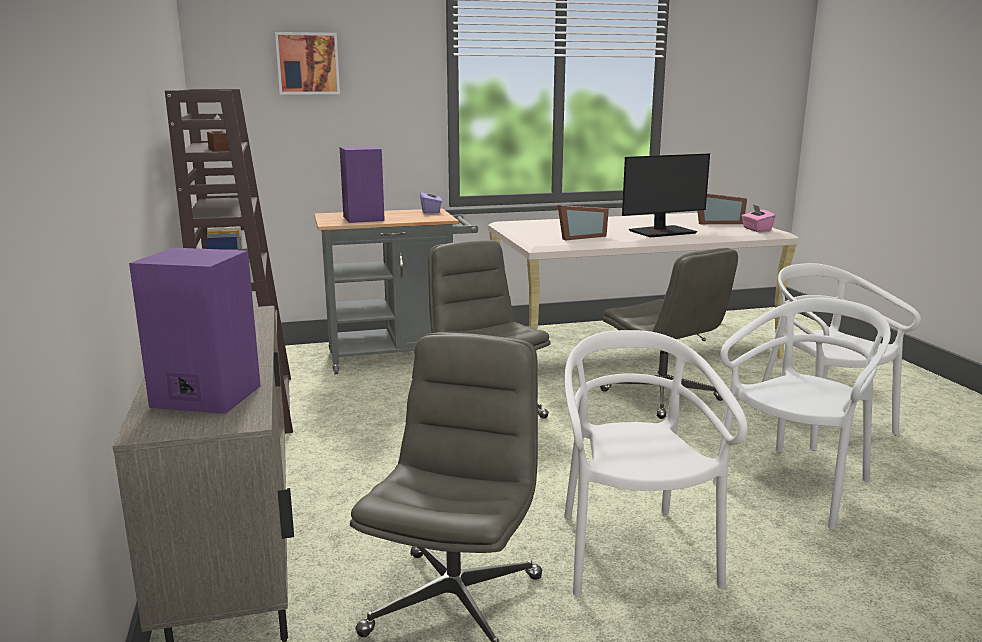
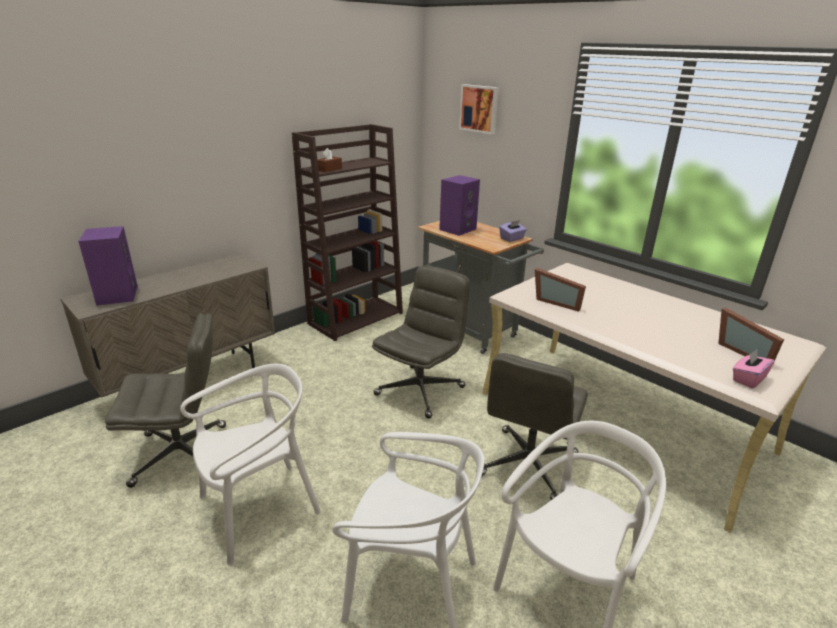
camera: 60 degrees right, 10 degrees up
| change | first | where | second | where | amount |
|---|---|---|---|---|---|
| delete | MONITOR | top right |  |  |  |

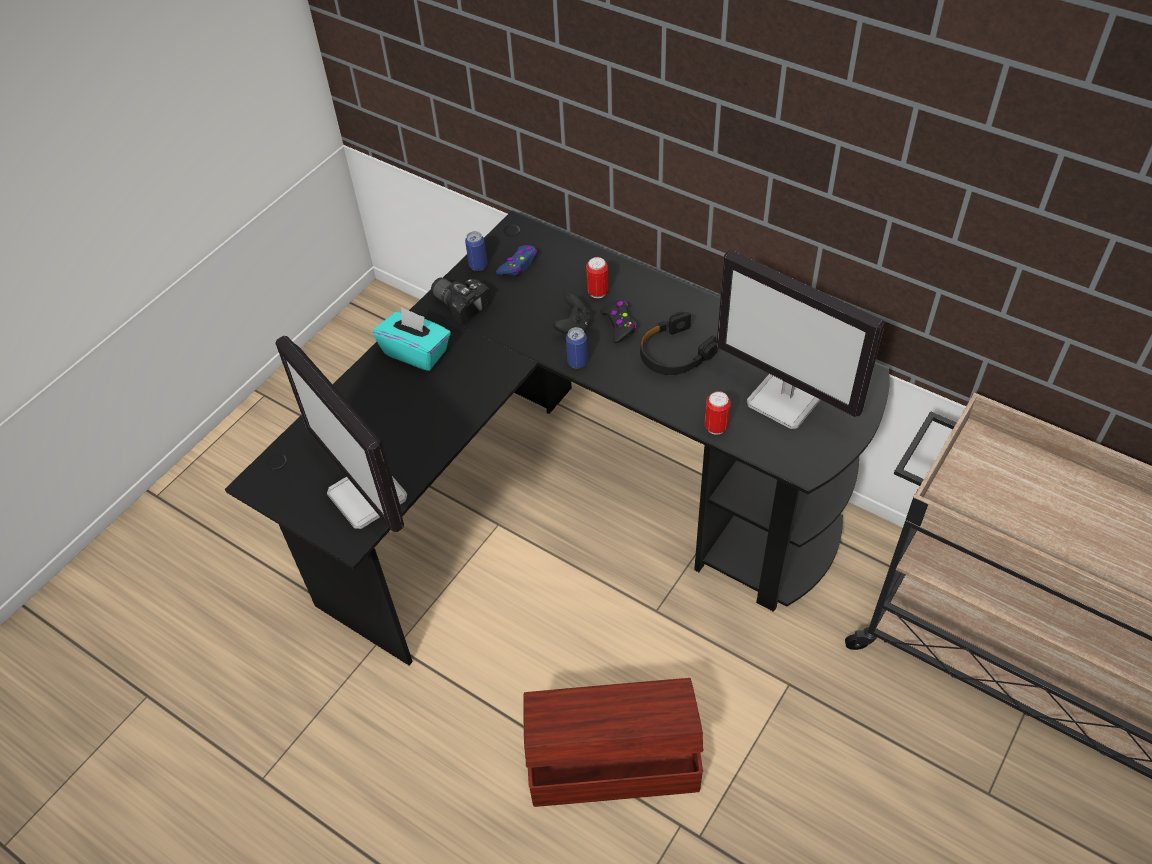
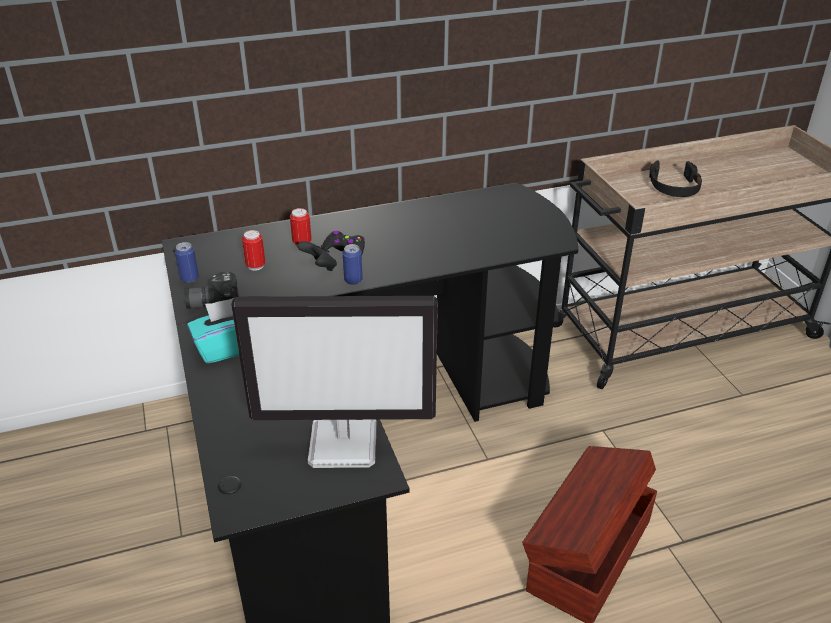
camera: 55 degrees left, 15 degrees down
| change | first | where | second | where | amount |
|---|---|---|---|---|---|
| delete | BLUE GAME CONTROLLER | top centre |  |  |  |
| delete | MONITOR (2nd from left) | middle right |  |  |  |
| move | BLACK HEADPHONES | centre |  | top right |  |
| move | CAN (4th from left in the first image) | centre | CAN (2nd from left) | middle left |  |

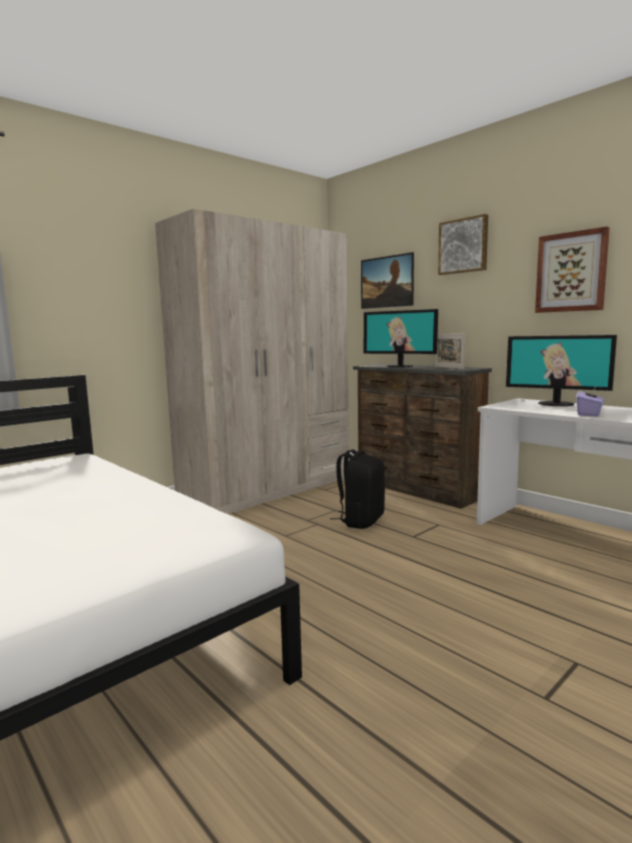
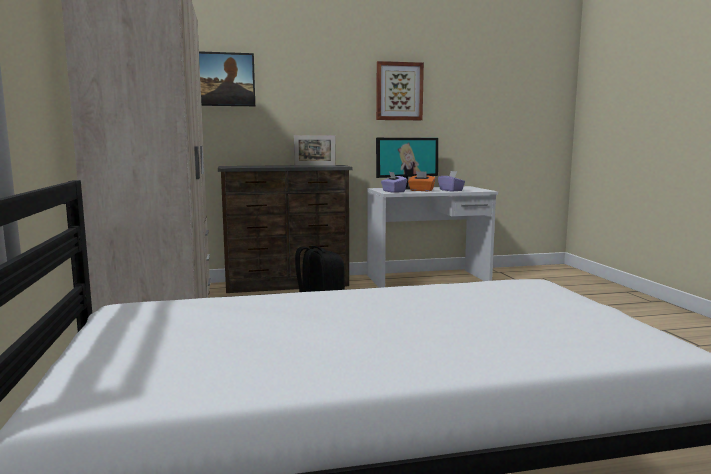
camera: 60 degrees left, 0 degrees up
| change | first | where | second | where | amount |
|---|---|---|---|---|---|
| delete | MONITOR (1st from left) | centre |  |  |  |
| delete | PICTURE (2nd from left) | top right |  |  |  |
| insert |  |  | PURPLE TISSUE BOX (1st from left) | centre |  |
| insert |  |  | ORANGE TISSUE BOX | centre |  |

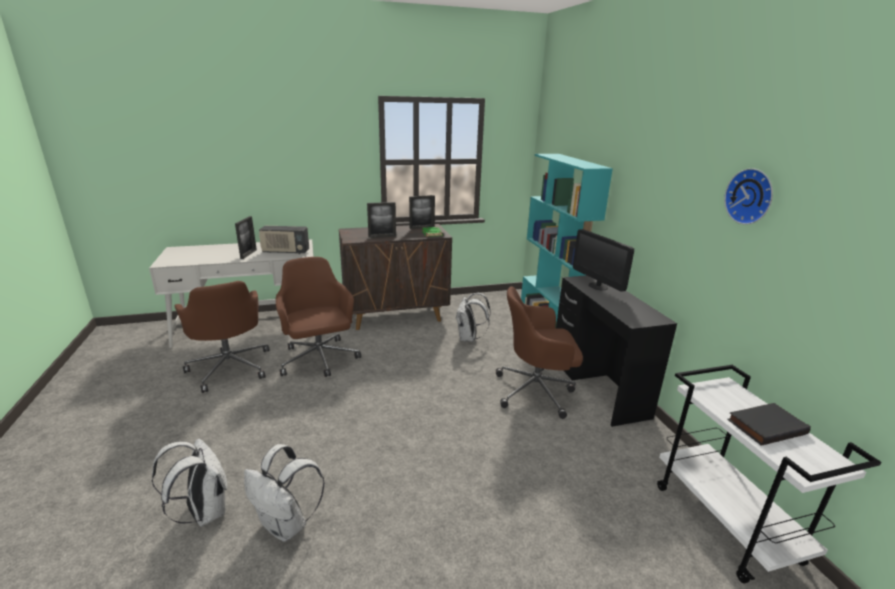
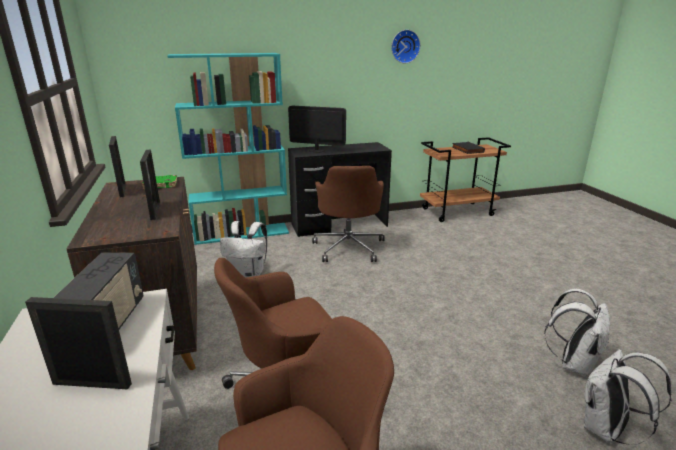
camera: 90 degrees left, 0 degrees up
| change | first | where | second | where | amount |
|---|---|---|---|---|---|
| recolor | WHITE CART | bottom right | BROWN CART | middle right |  |
| rotate | MONITOR | middle right |  | top centre | 135 degrees counterclockwise |

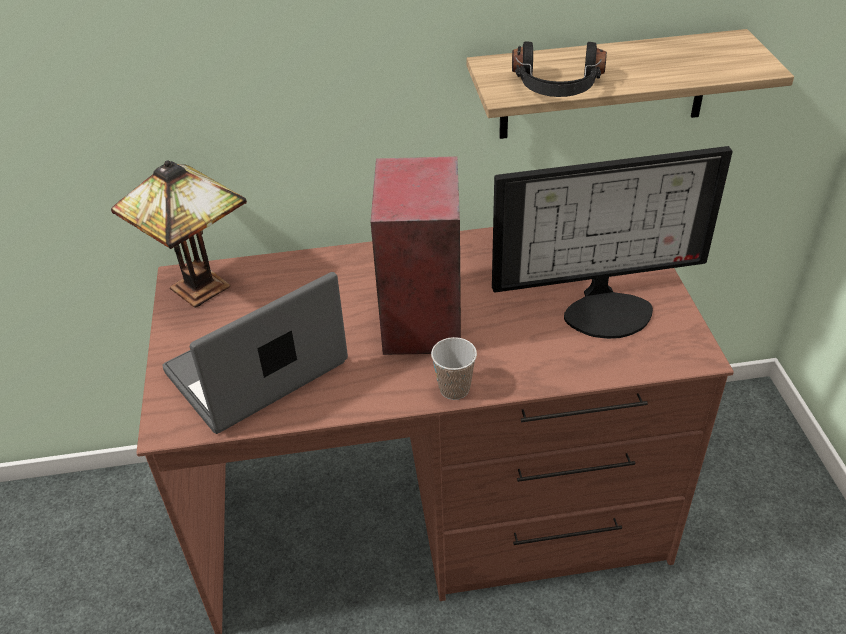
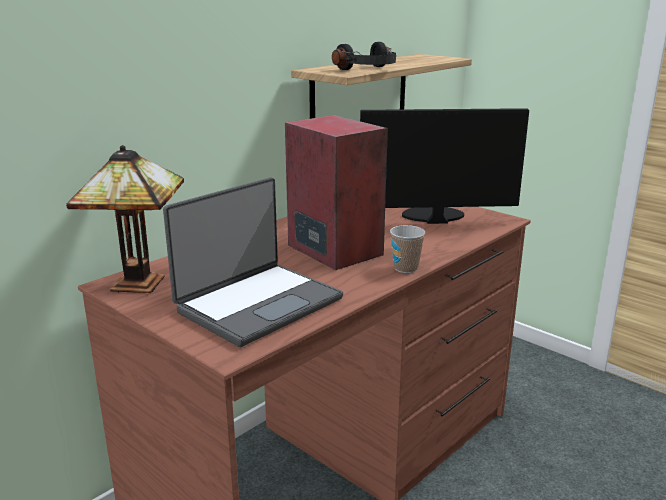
camera: 40 degrees left, 20 degrees down
| change | first | where | second | where | amount |
|---|---|---|---|---|---|
| rotate | LAPTOP | middle left |  | centre | 150 degrees counterclockwise |
| rotate | MONITOR | middle right |  | top right | 135 degrees counterclockwise |

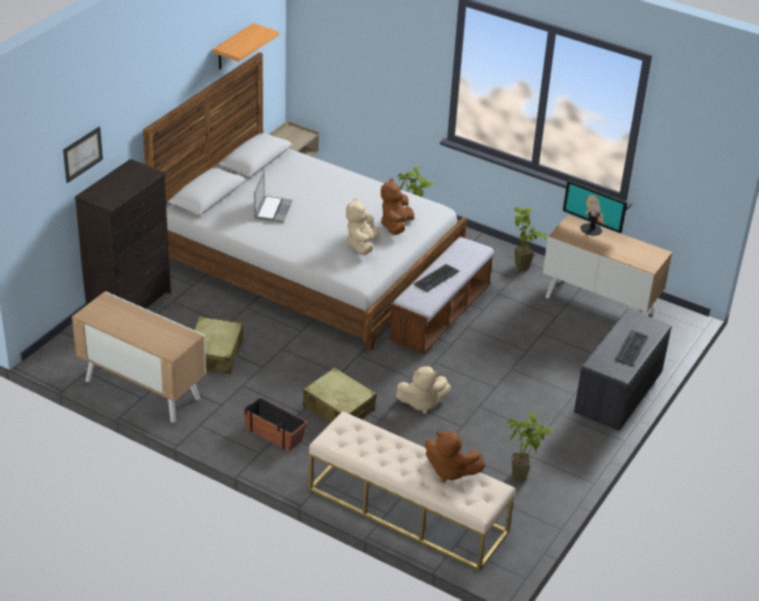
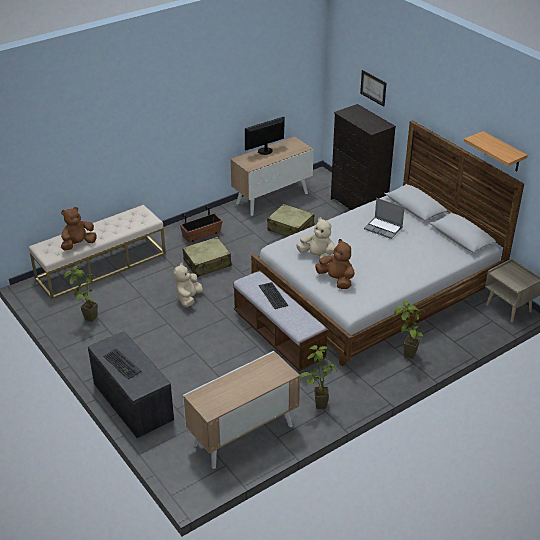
camera: 115 degrees right, 0 degrees up
| change | first | where | second | where | amount |
|---|---|---|---|---|---|
| move | MONITOR | middle right |  | top centre |  |

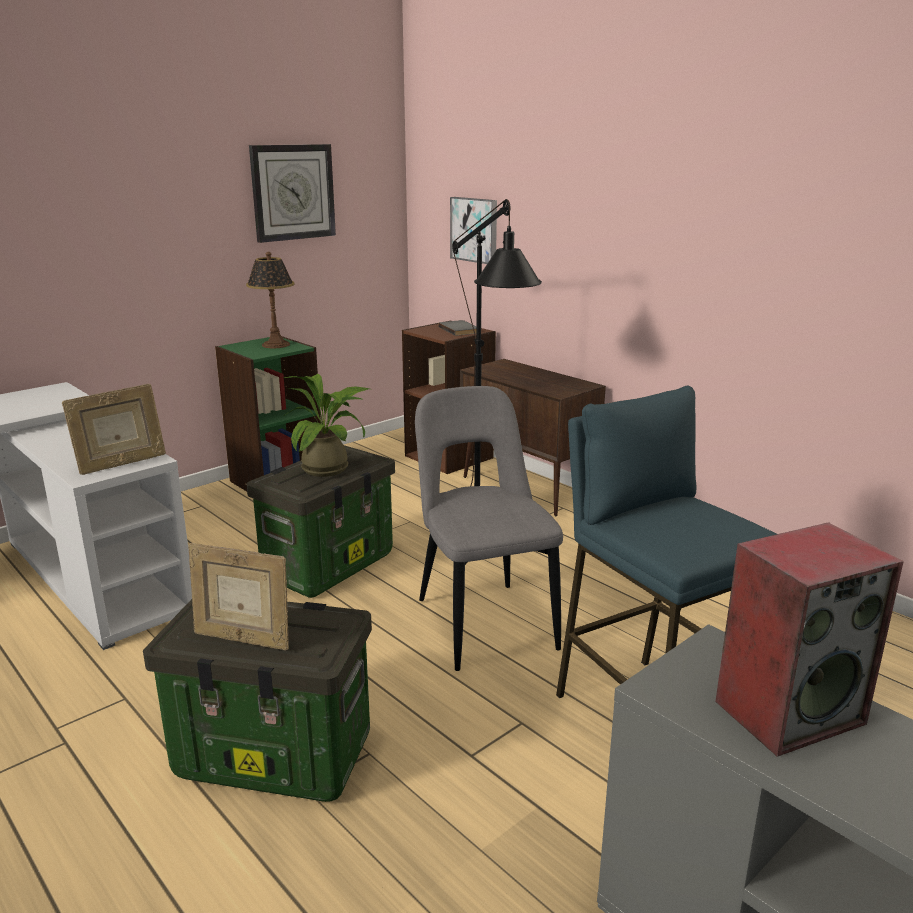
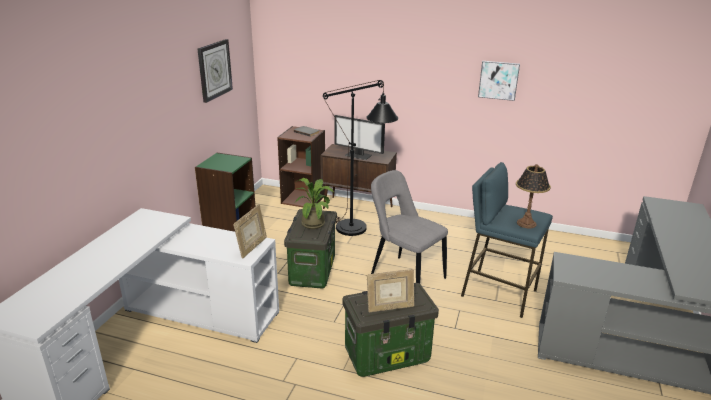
camera: 30 degrees left, 5 degrees up
| change | first | where | second | where | amount |
|---|---|---|---|---|---|
| delete | SPEAKER | bottom right |  |  |  |
| insert |  |  | MONITOR | centre |  |
| move | TABLE LAMP | top left |  | middle right |  |
| move | PICTURE | top centre |  | top right |  |

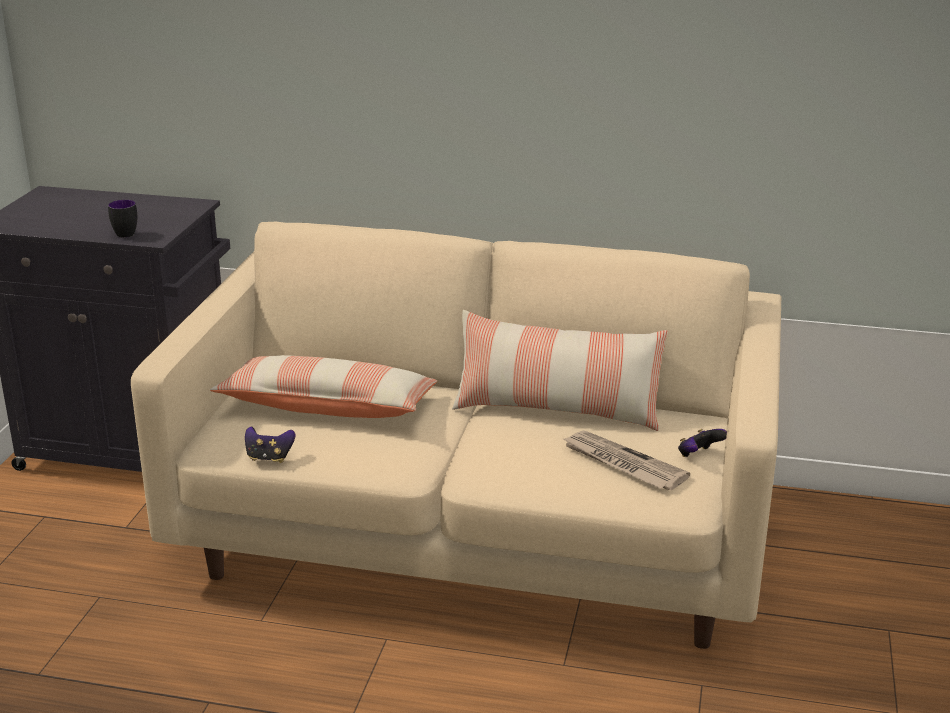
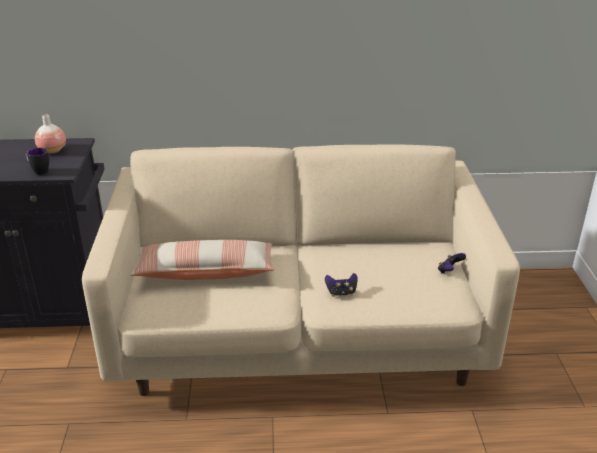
camera: 15 degrees left, 5 degrees up
| change | first | where | second | where | amount |
|---|---|---|---|---|---|
| delete | PILLOW (2nd from left) | centre |  |  |  |
| delete | NEWSPAPER | centre |  |  |  |
| insert |  |  | VASE | top left |  |
| move | GAME CONTROLLER (1st from left) | middle left |  | centre |  |

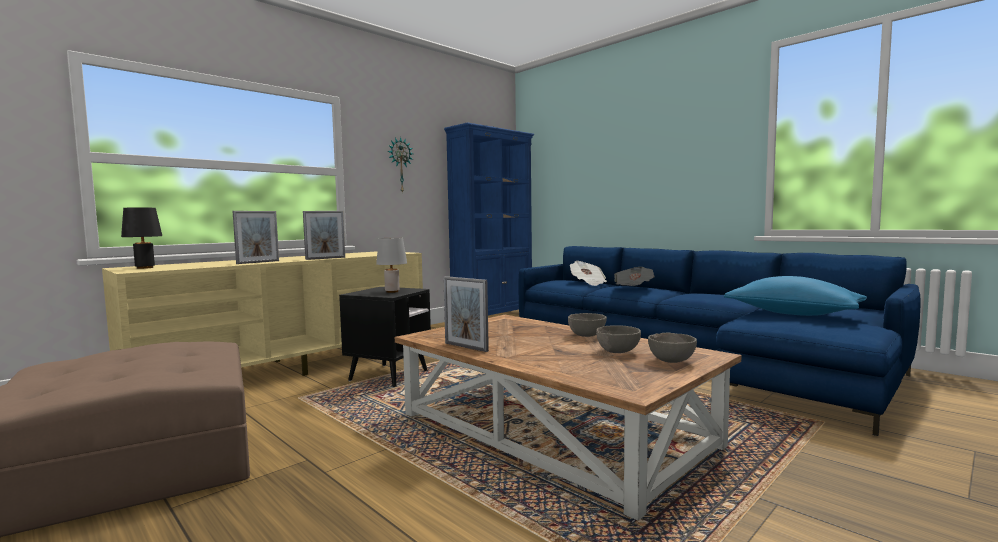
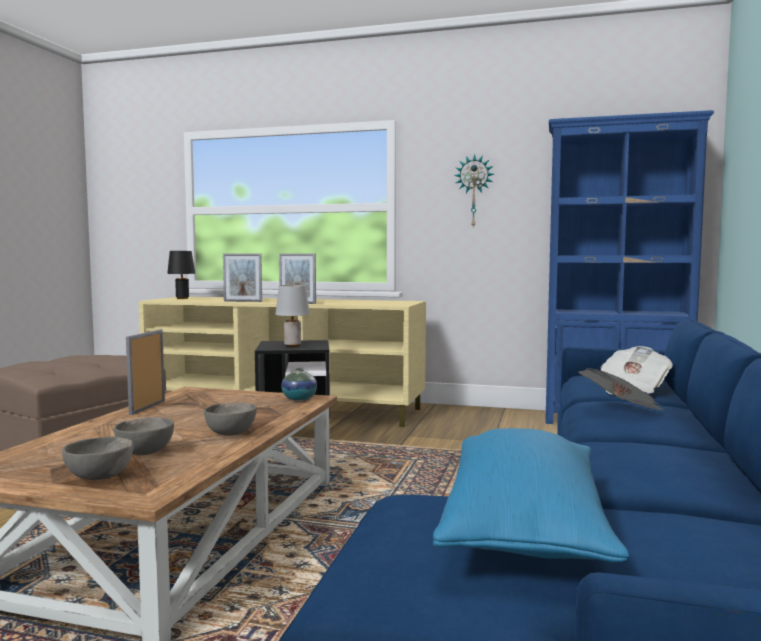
camera: 60 degrees right, 0 degrees up
| change | first | where | second | where | amount |
|---|---|---|---|---|---|
| insert |  |  | VASE | centre |  |

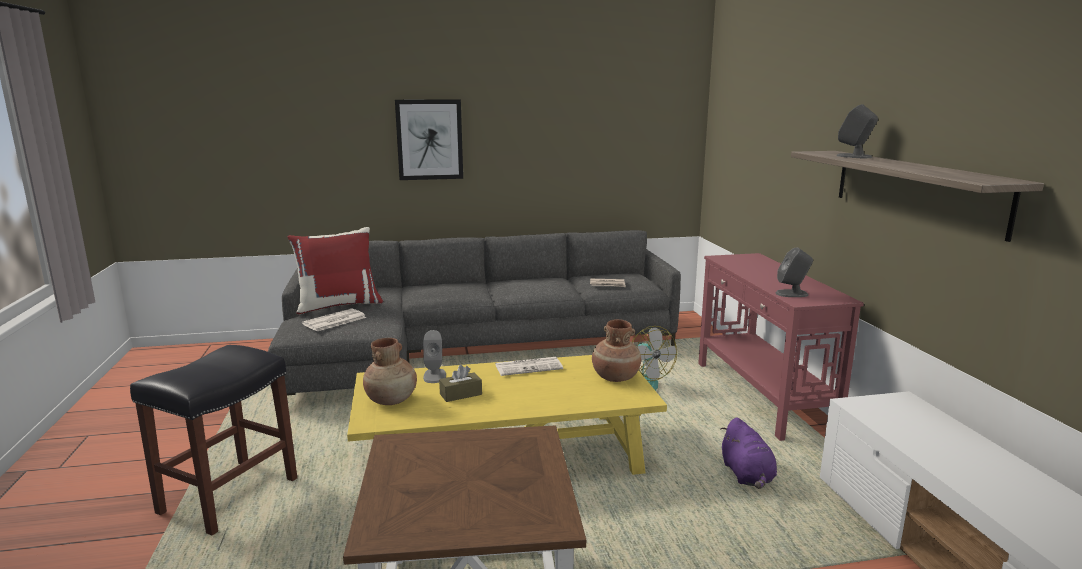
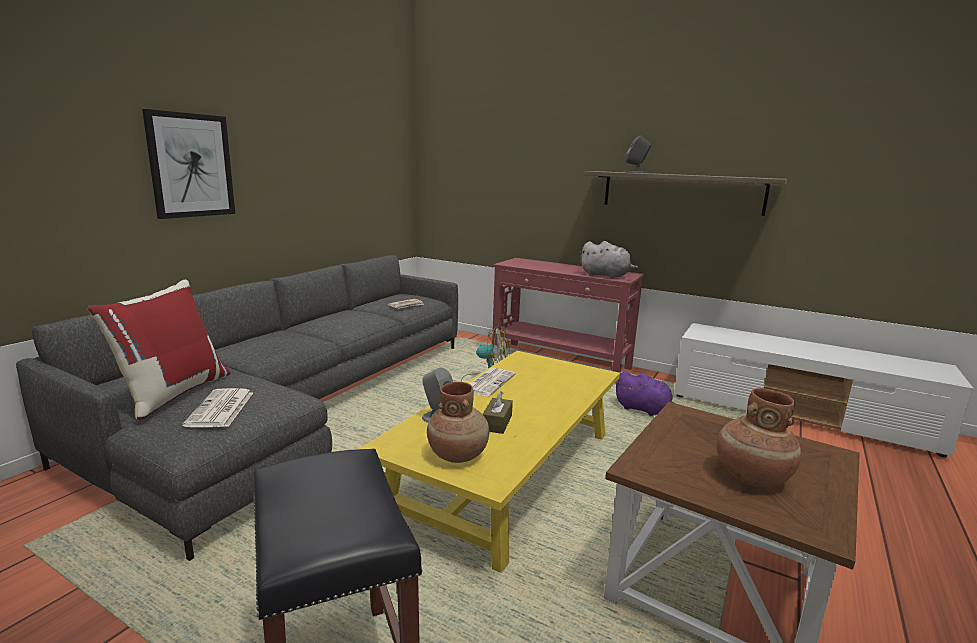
camera: 50 degrees left, 0 degrees up
| change | first | where | second | where | amount |
|---|---|---|---|---|---|
| move | BROWN VASE (2nd from left) | centre |  | bottom right |  |
| replace | GREY SPEAKER (2nd from left) | middle right | GREY PLUSH TOY | centre |  |

